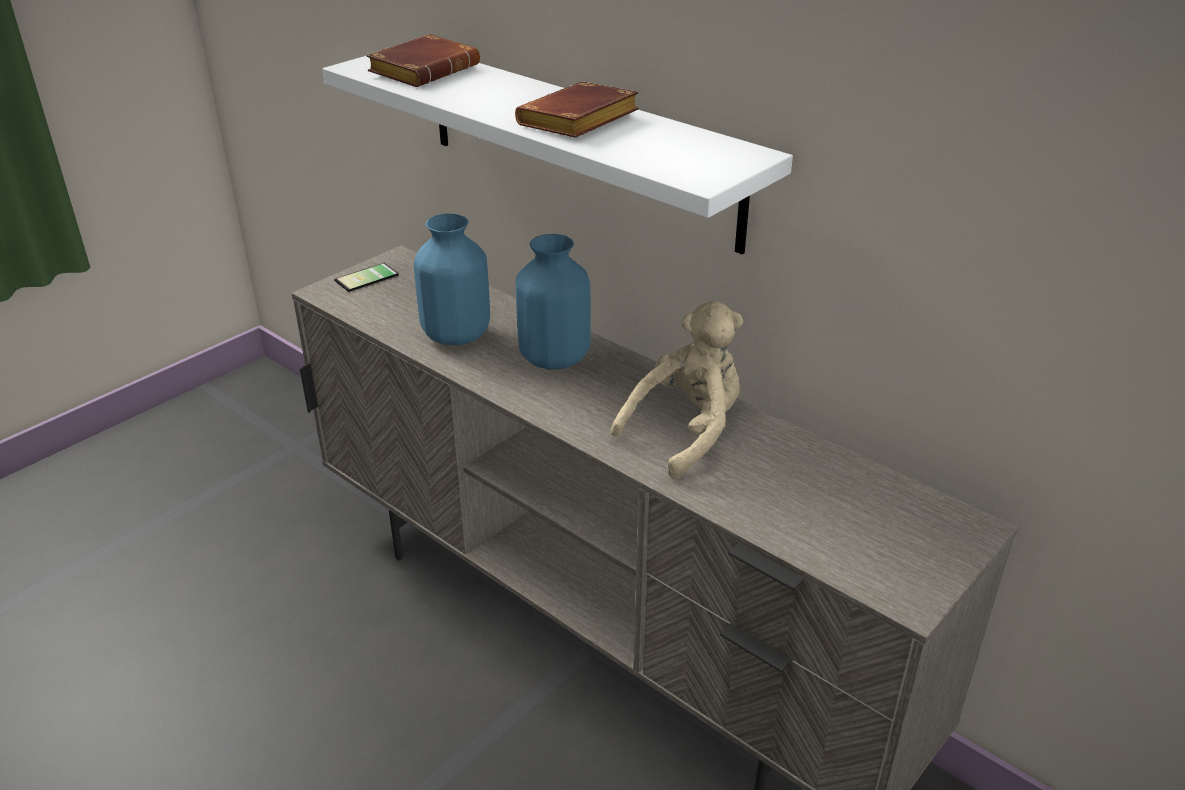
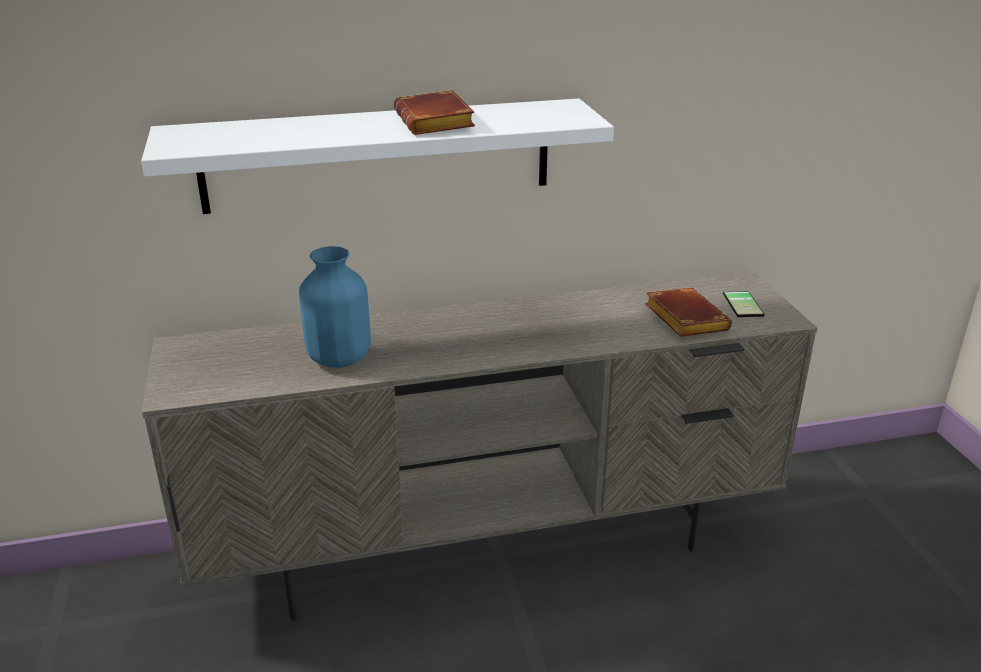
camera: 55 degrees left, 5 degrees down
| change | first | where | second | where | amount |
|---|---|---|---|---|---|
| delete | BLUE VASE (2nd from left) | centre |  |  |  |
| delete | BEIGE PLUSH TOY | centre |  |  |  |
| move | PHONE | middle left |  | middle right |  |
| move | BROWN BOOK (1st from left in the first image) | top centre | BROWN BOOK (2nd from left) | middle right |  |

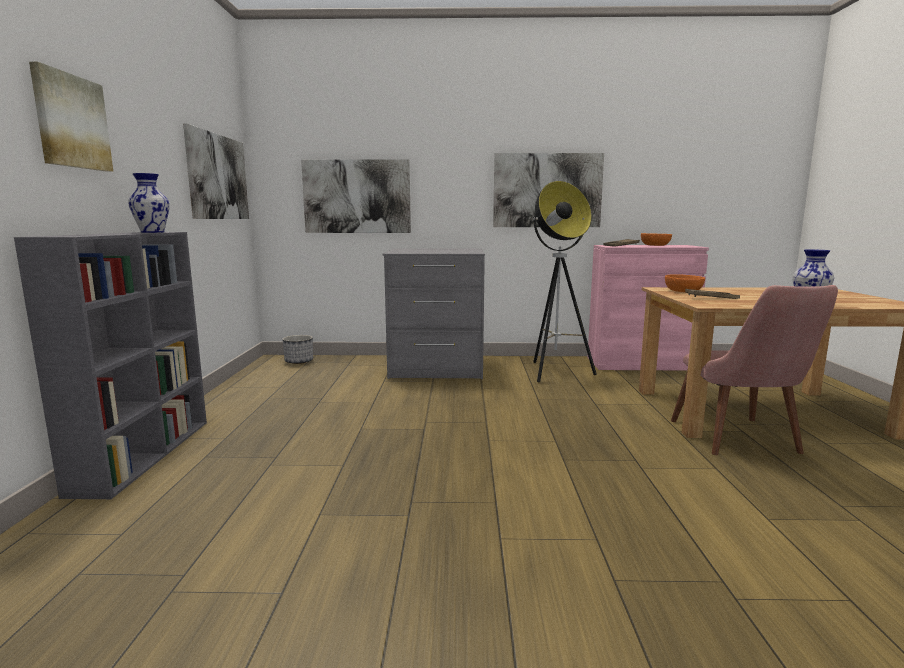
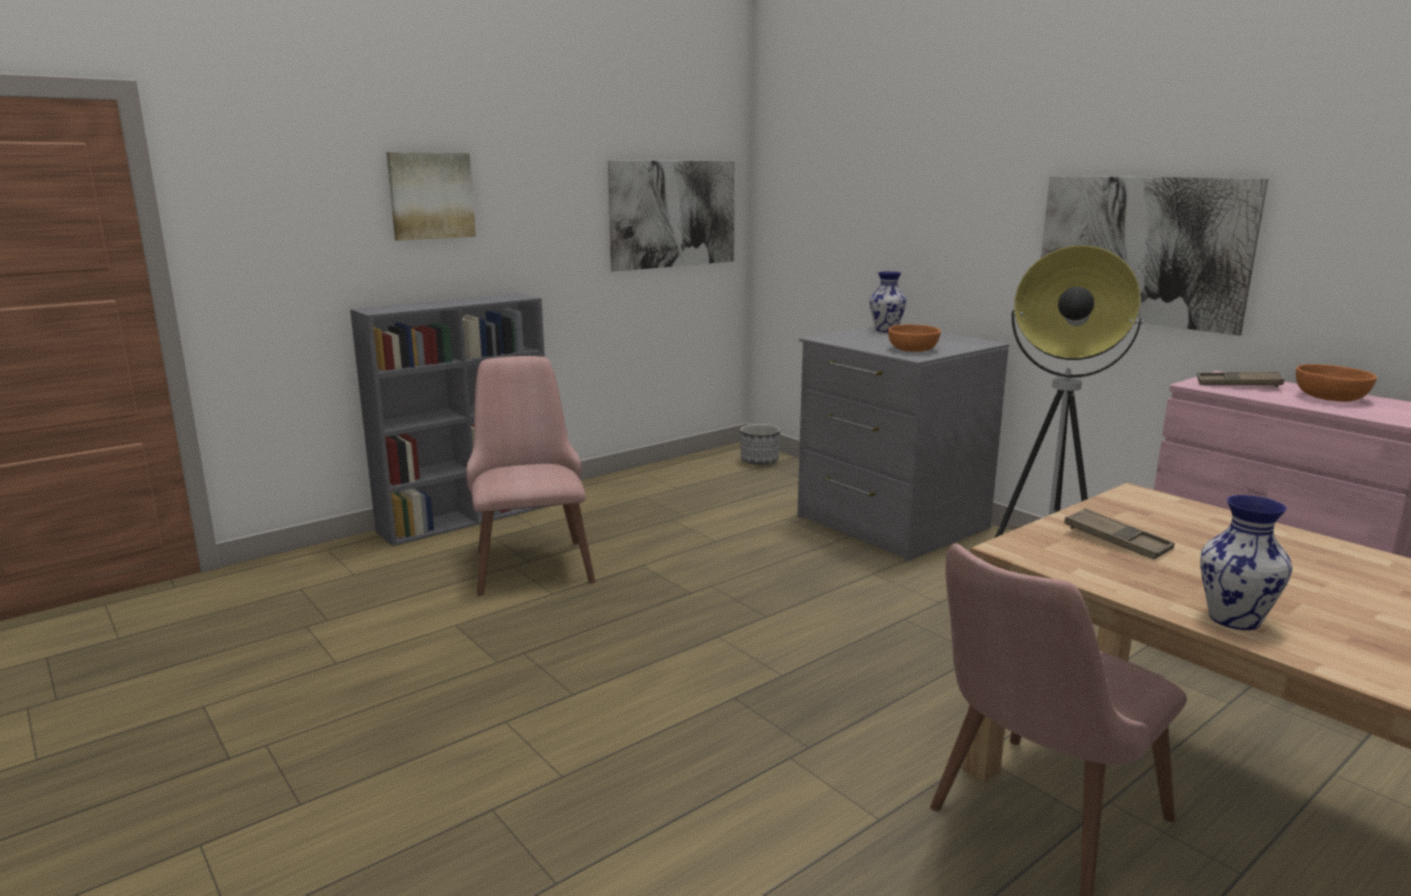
camera: 50 degrees right, 5 degrees up
| change | first | where | second | where | amount |
|---|---|---|---|---|---|
| delete | PICTURE (3rd from left) | top centre |  |  |  |
| insert |  |  | PINK CHAIR (1st from left) | centre |  |
| move | VASE (1st from left) | top left |  | centre |  |
| move | ORANGE BOWL (2nd from left in the first image) | middle right | ORANGE BOWL (1st from left) | centre |  |

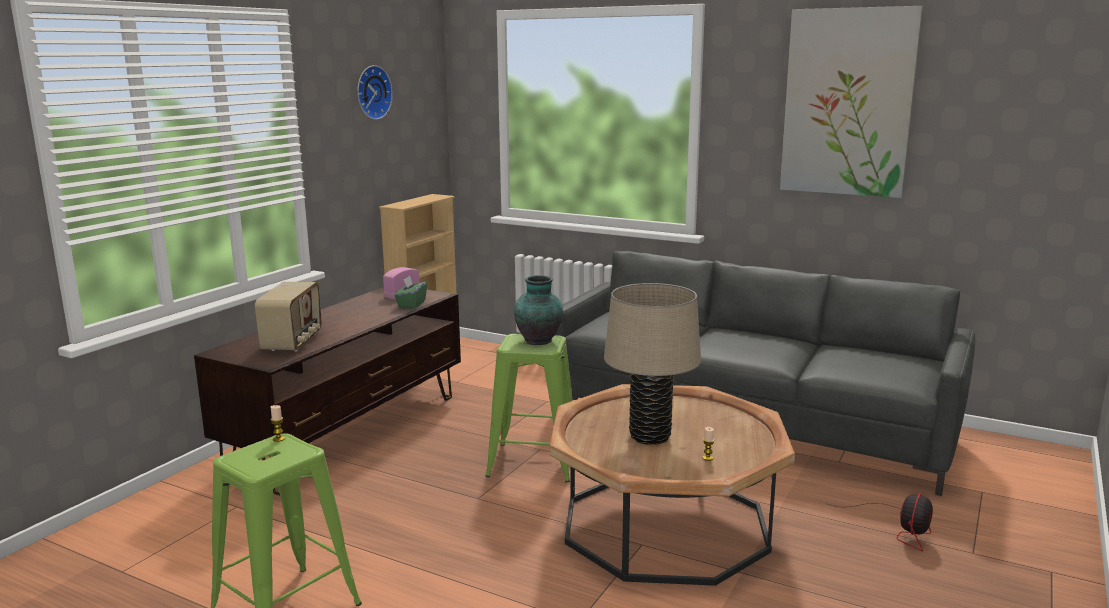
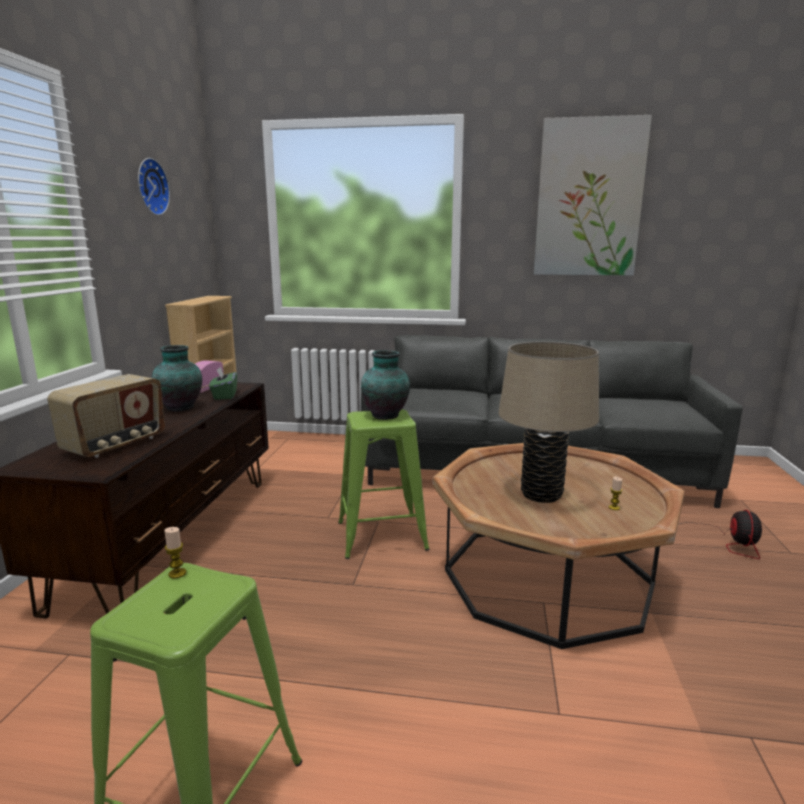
camera: 20 degrees left, 0 degrees up
| change | first | where | second | where | amount |
|---|---|---|---|---|---|
| insert |  |  | VASE (1st from left) | middle left |  |
| rotate | RADIO (1st from left) | middle left |  | middle left | 45 degrees clockwise |

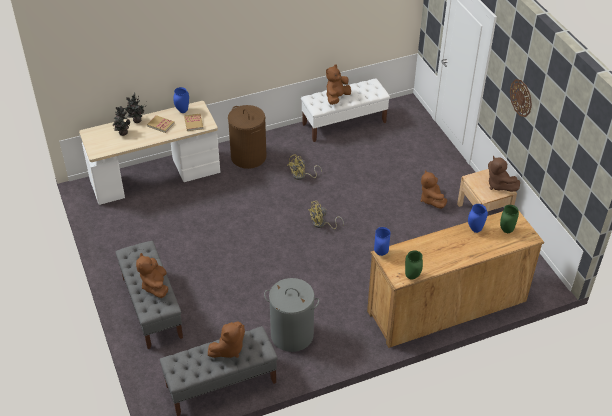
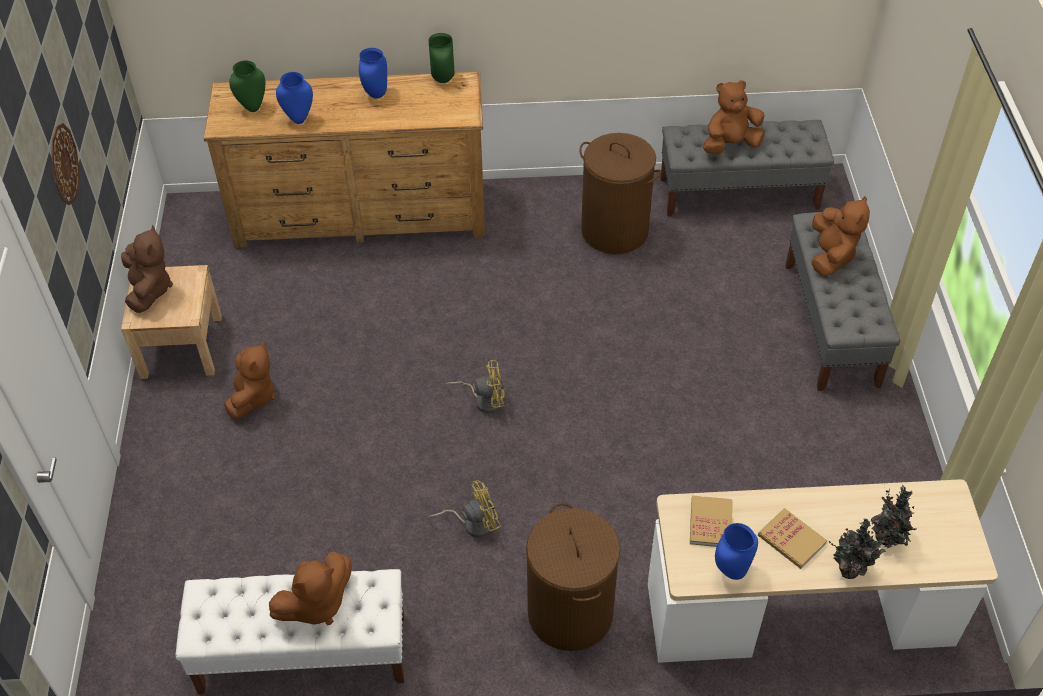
camera: 160 degrees left, 5 degrees up
| change | first | where | second | where | amount |
|---|---|---|---|---|---|
| move | BLUE VASE (2nd from left) | centre |  | top centre |  |
| recolor | GREY LAUNDRY BASKET | bottom centre | BROWN LAUNDRY BASKET (2nd from left) | top centre |  |

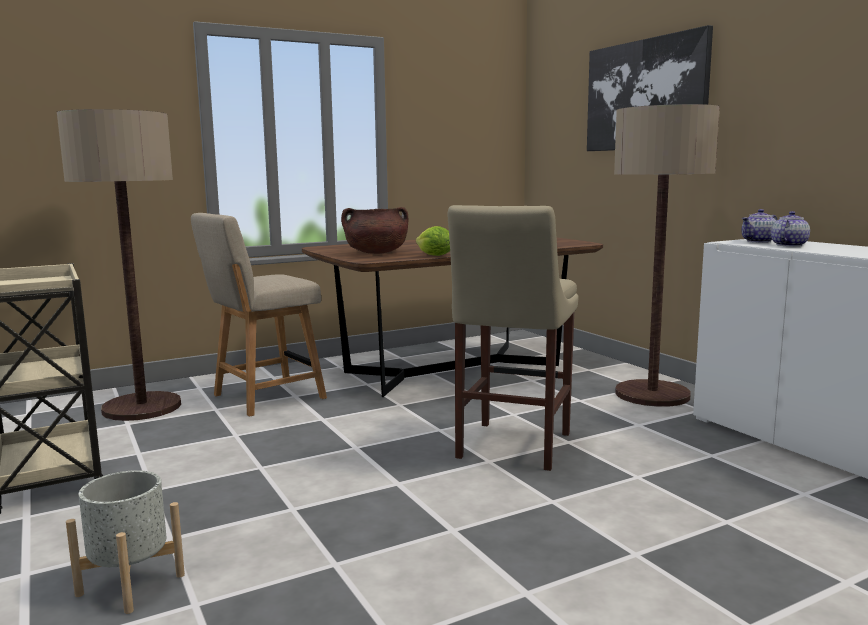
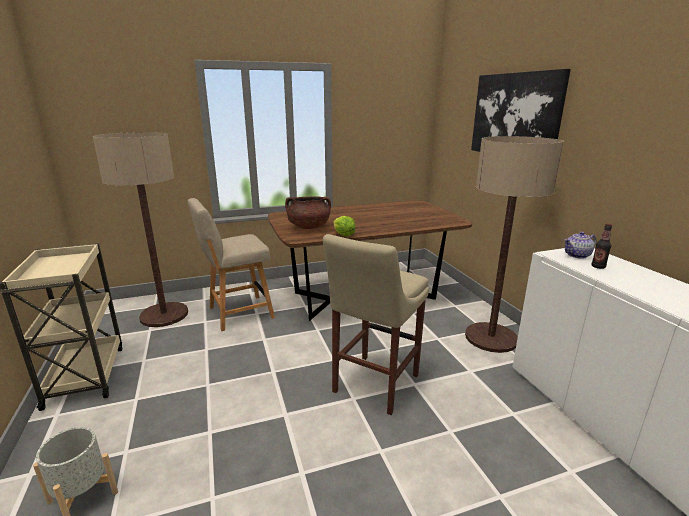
camera: 10 degrees right, 10 degrees up
| change | first | where | second | where | amount |
|---|---|---|---|---|---|
| replace | TEAPOT (2nd from left) | middle right | BOTTLE | middle right |  |

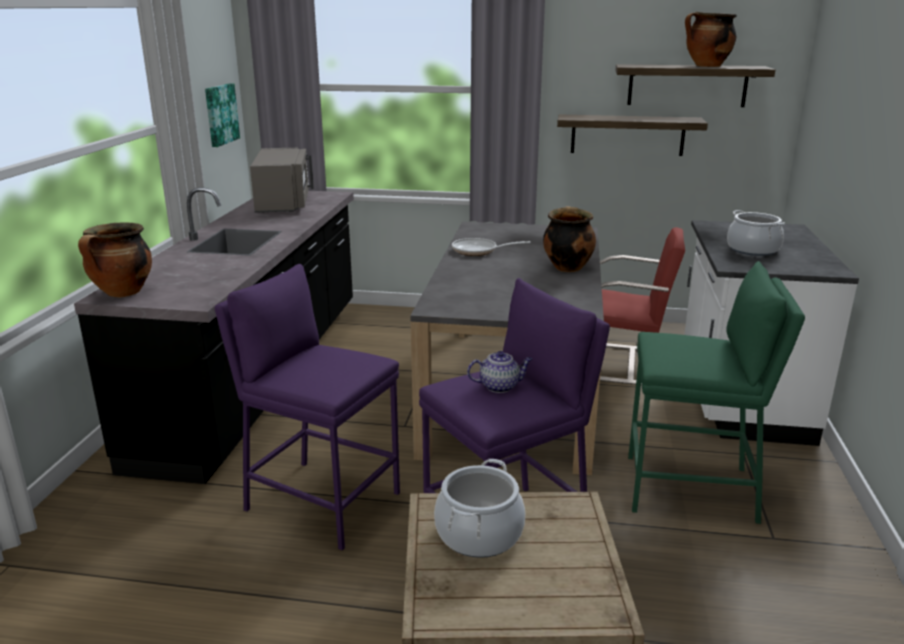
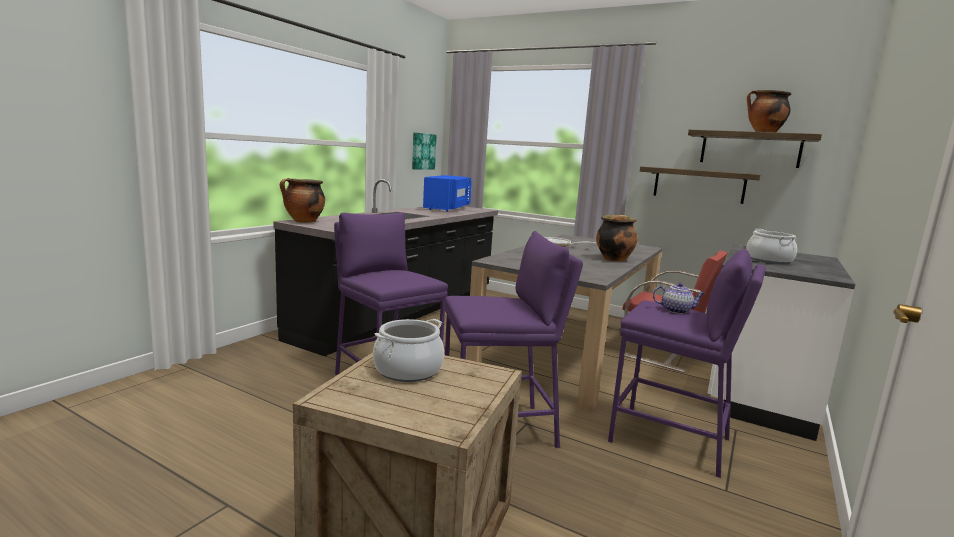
camera: 20 degrees right, 10 degrees down
| change | first | where | second | where | amount |
|---|---|---|---|---|---|
| move | TEAPOT | centre |  | middle right |  |
| recolor | GREY MICROWAVE | top left | BLUE MICROWAVE | centre |  |
| recolor | GREEN STOOL | middle right | PURPLE STOOL (3rd from left) | bottom right |  |

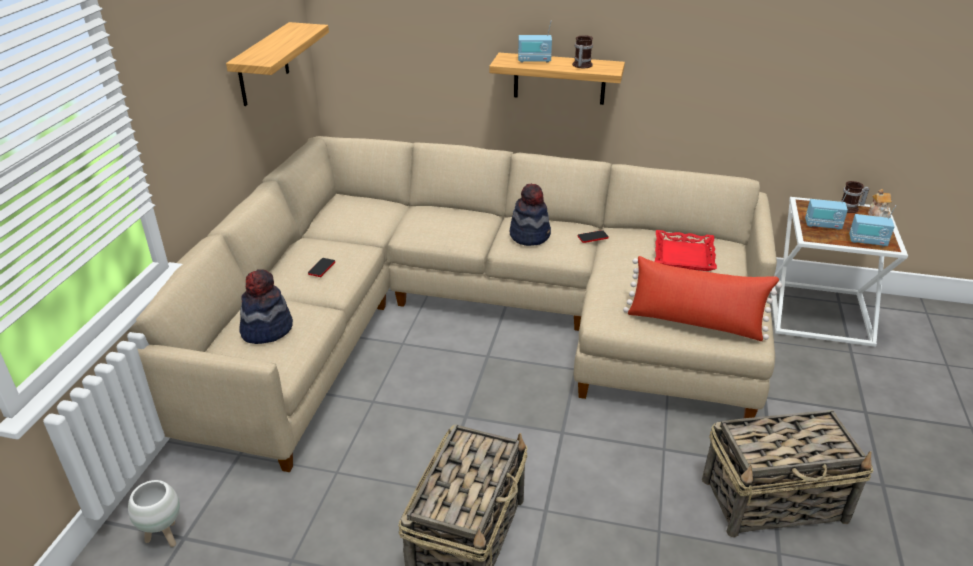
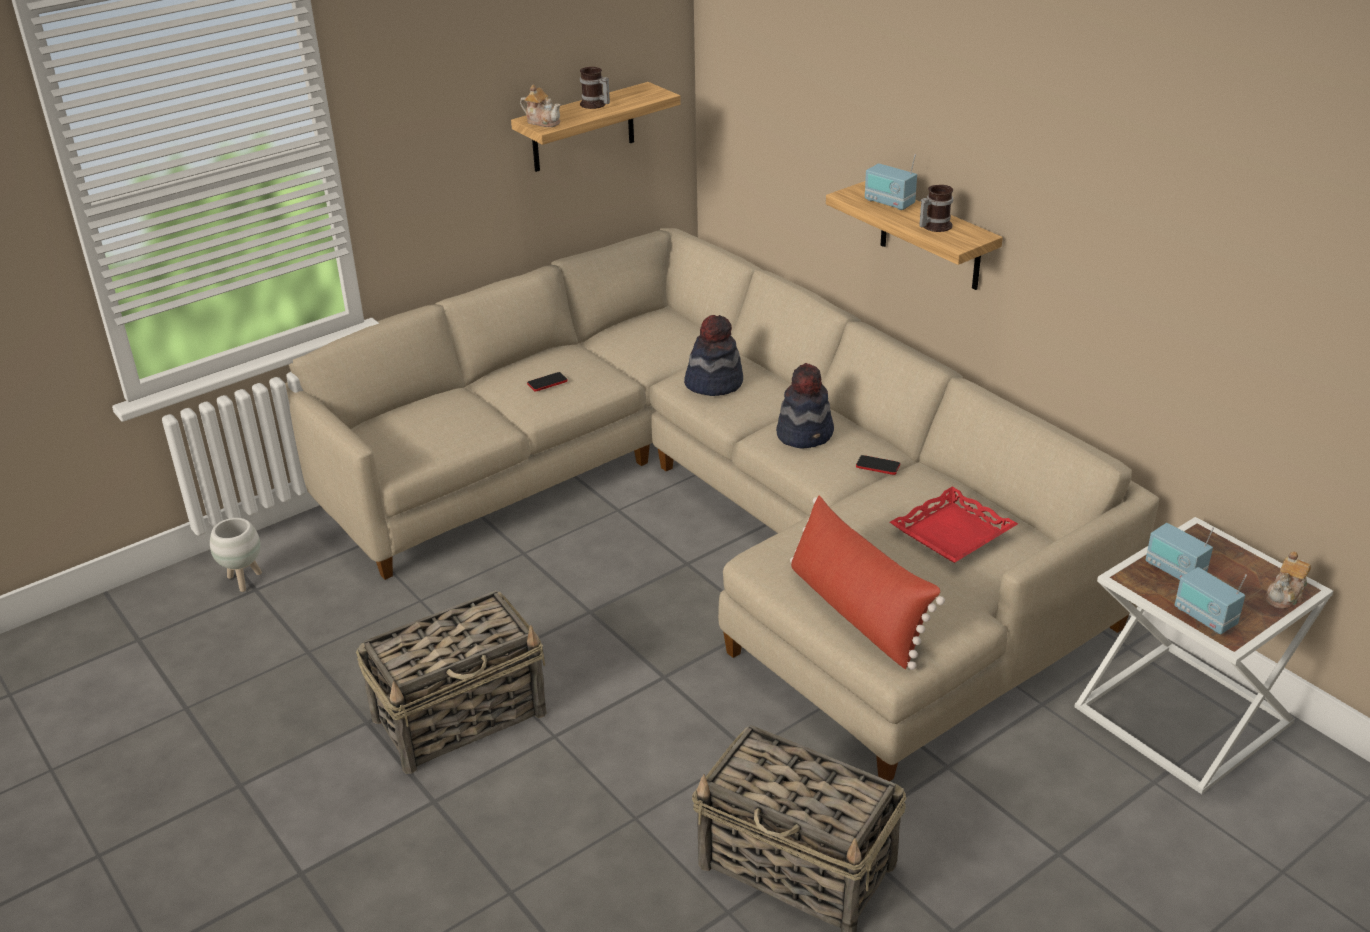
camera: 40 degrees right, 0 degrees up
| change | first | where | second | where | amount |
|---|---|---|---|---|---|
| insert |  |  | TEAPOT (1st from left) | top centre |  |
| move | HAT (1st from left) | middle left |  | centre |  |
| move | MUG (2nd from left in the first image) | middle right | MUG (1st from left) | top centre |  |

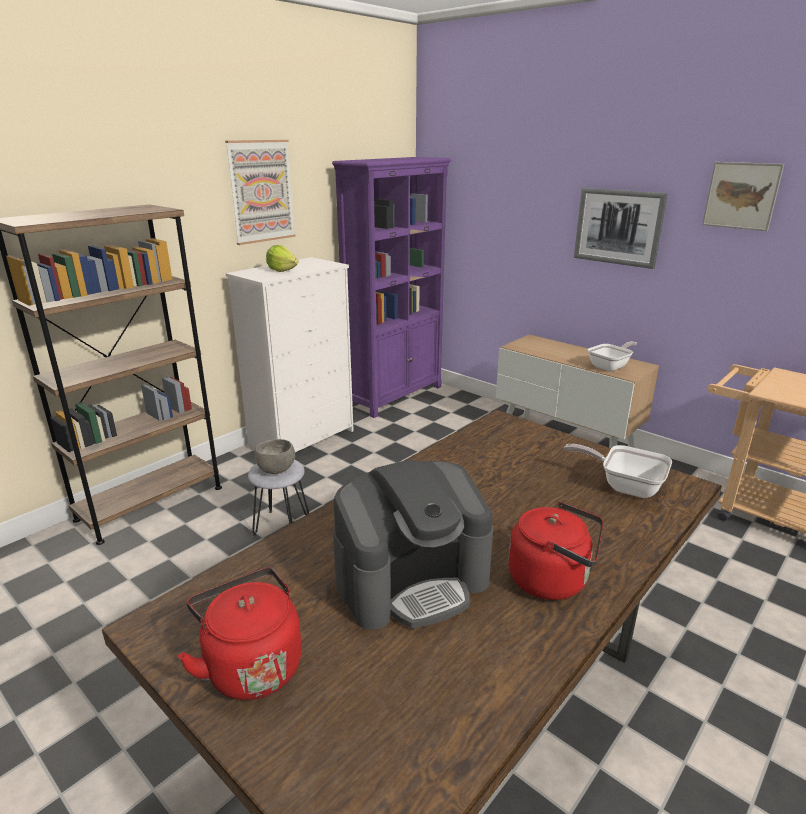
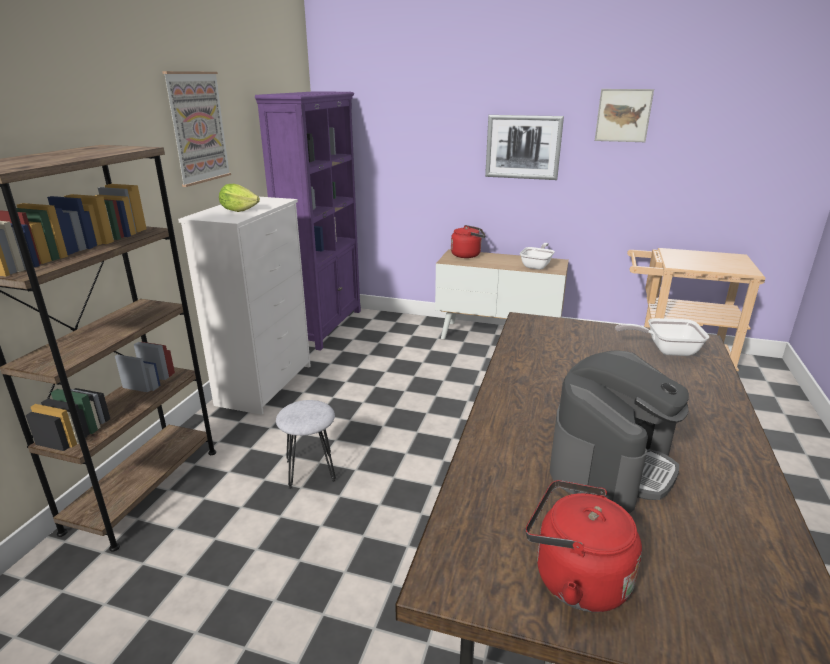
camera: 25 degrees left, 0 degrees up
| change | first | where | second | where | amount |
|---|---|---|---|---|---|
| delete | GREY BOWL | centre |  |  |  |
| move | RED KETTLE (2nd from left in the first image) | bottom right | RED KETTLE (1st from left) | centre |  |

